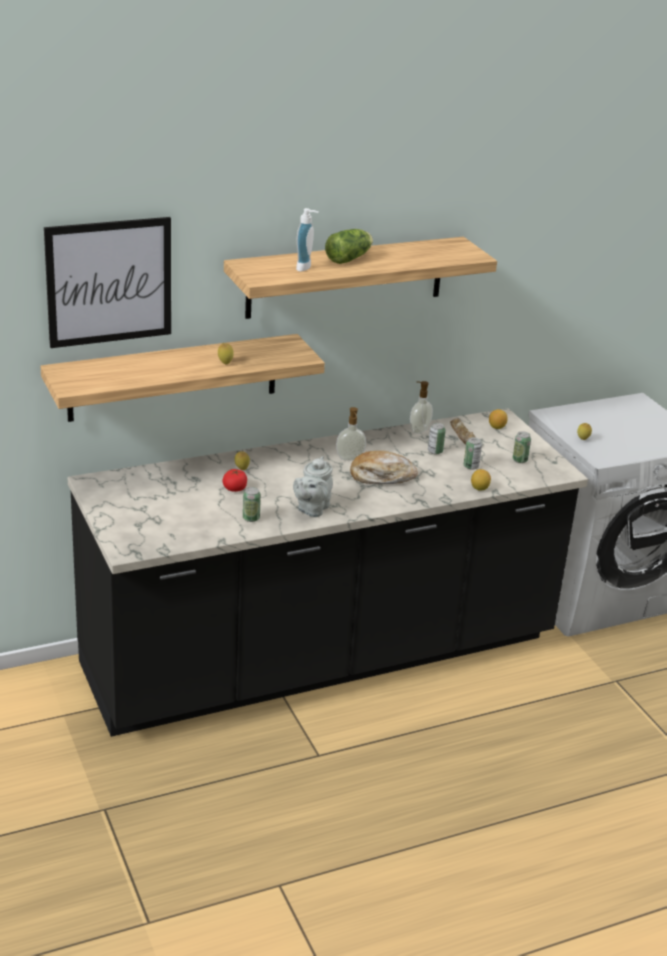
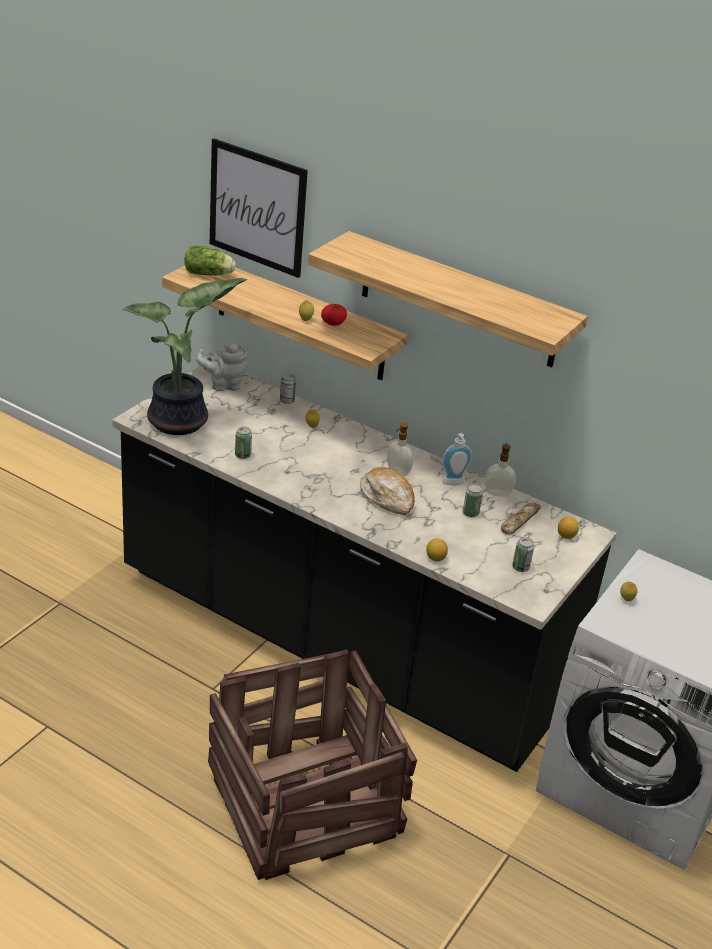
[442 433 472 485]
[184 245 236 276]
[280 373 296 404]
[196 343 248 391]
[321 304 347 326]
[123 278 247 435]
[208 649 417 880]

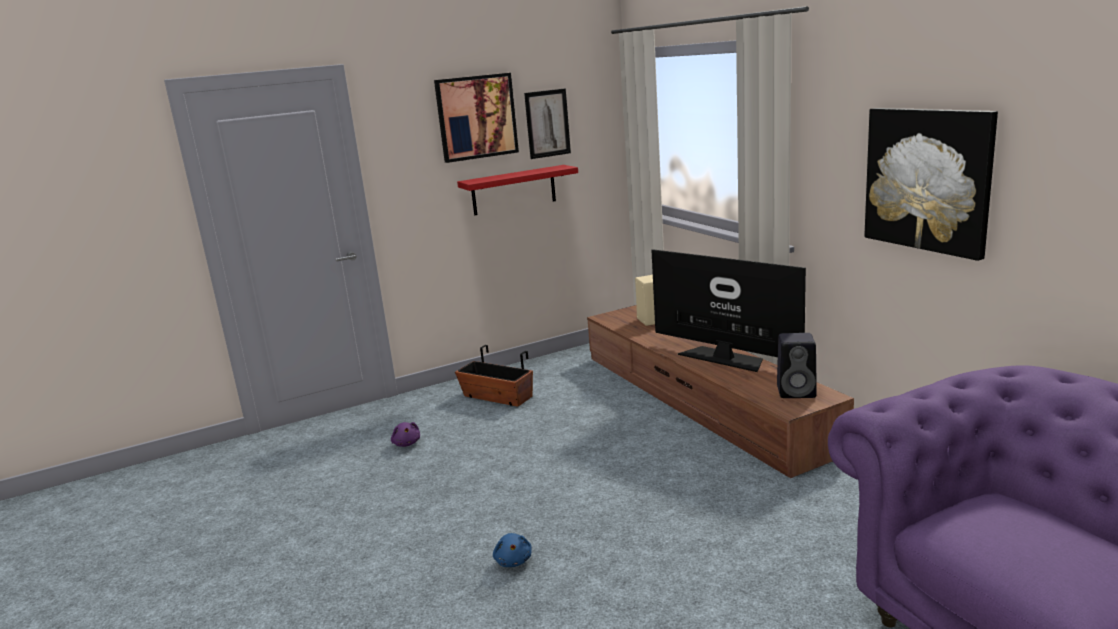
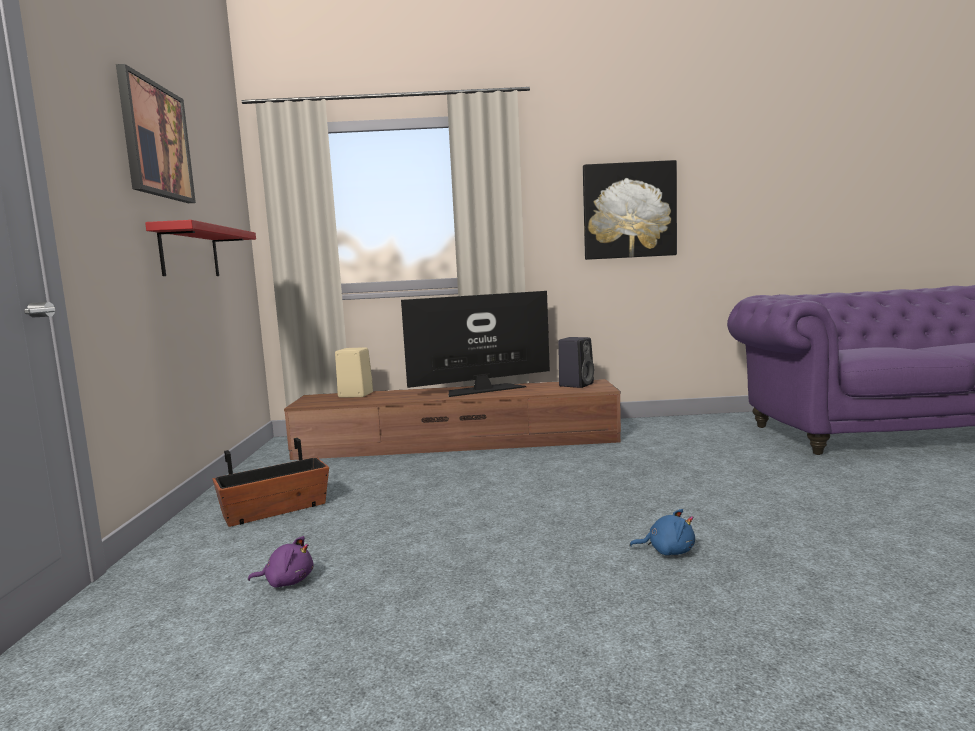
[524 88 571 159] (first image)

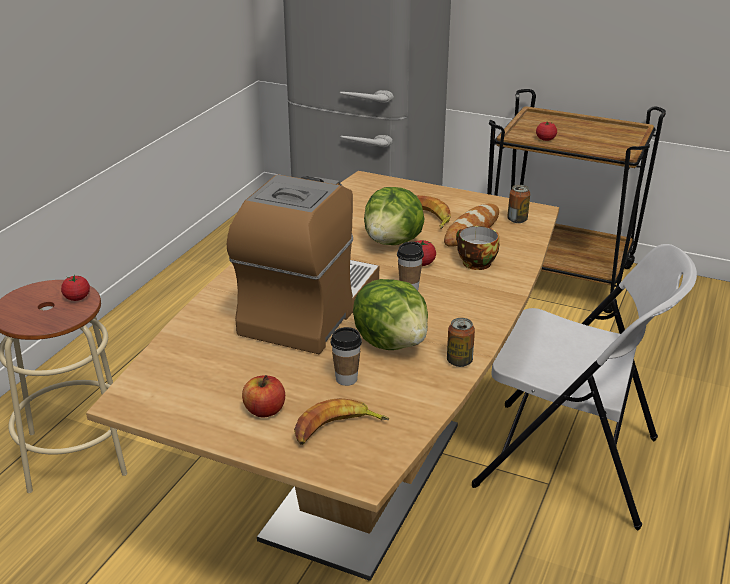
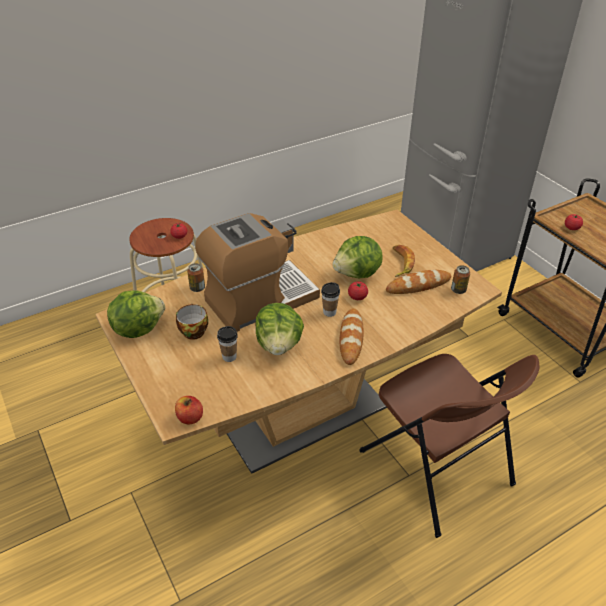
[176 304 208 340]
[359 354 540 538]
[187 263 205 292]
[175 396 203 424]
[294 398 389 445] (first image)
[107 290 165 338]
[340 308 363 365]

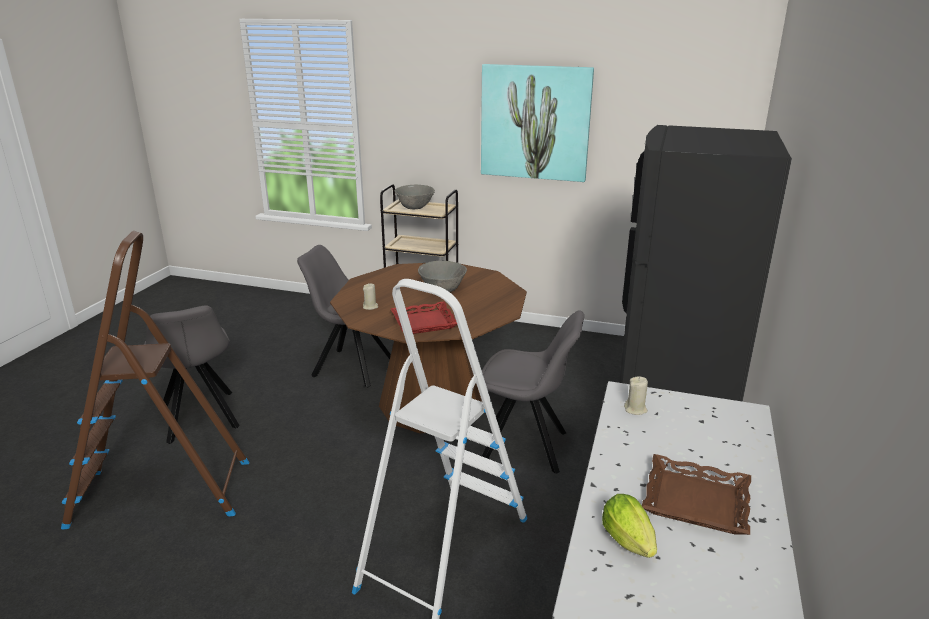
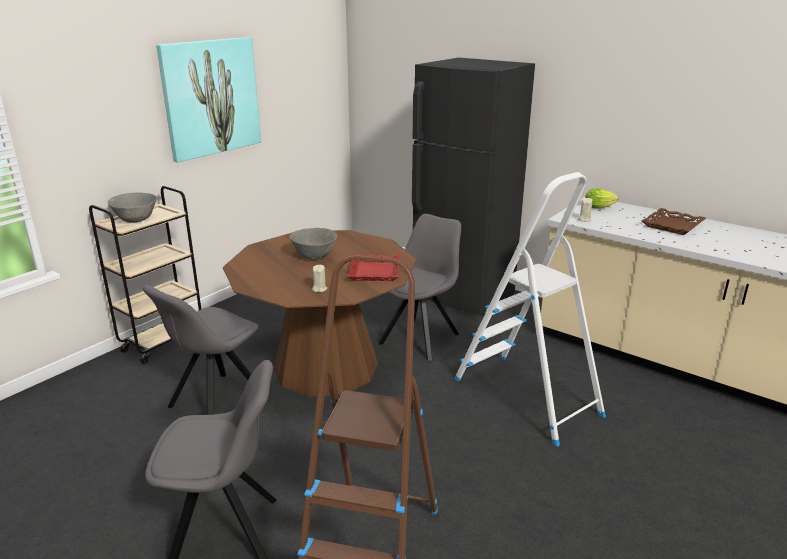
[585 188 618 208]

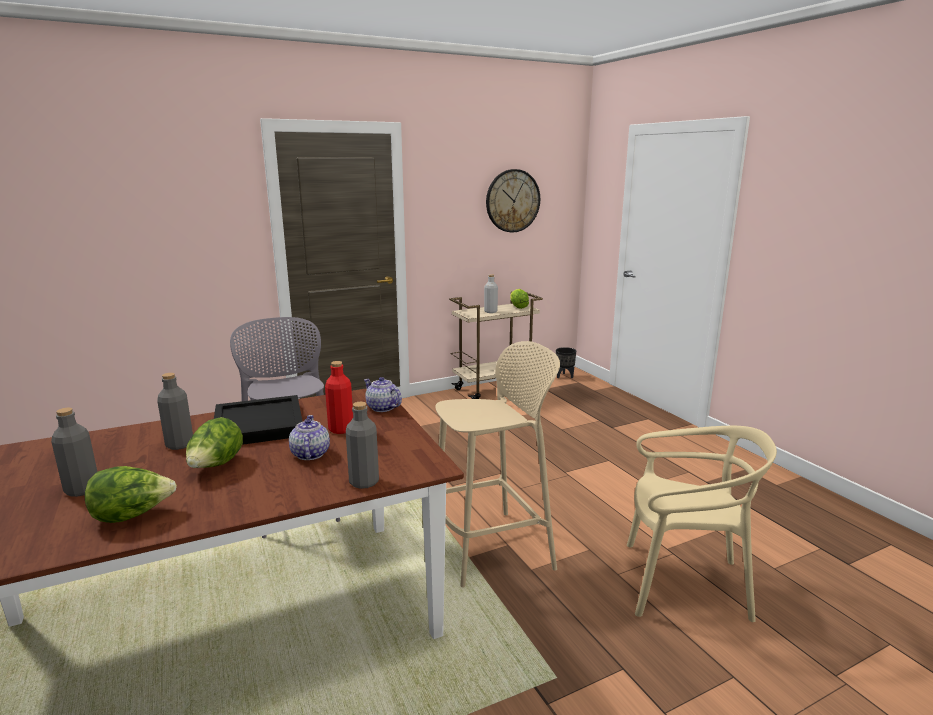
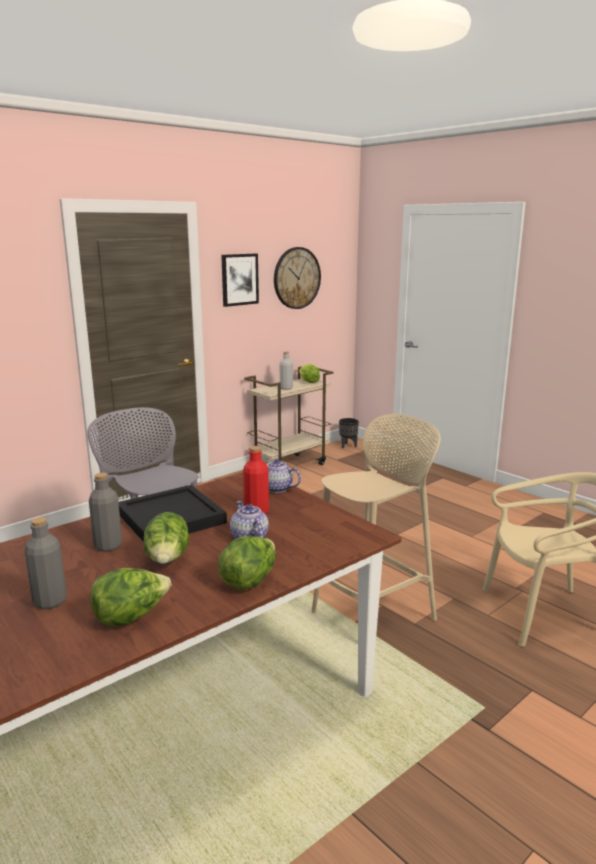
[346 402 379 489] (first image)
[221 254 259 307]
[218 536 276 590]

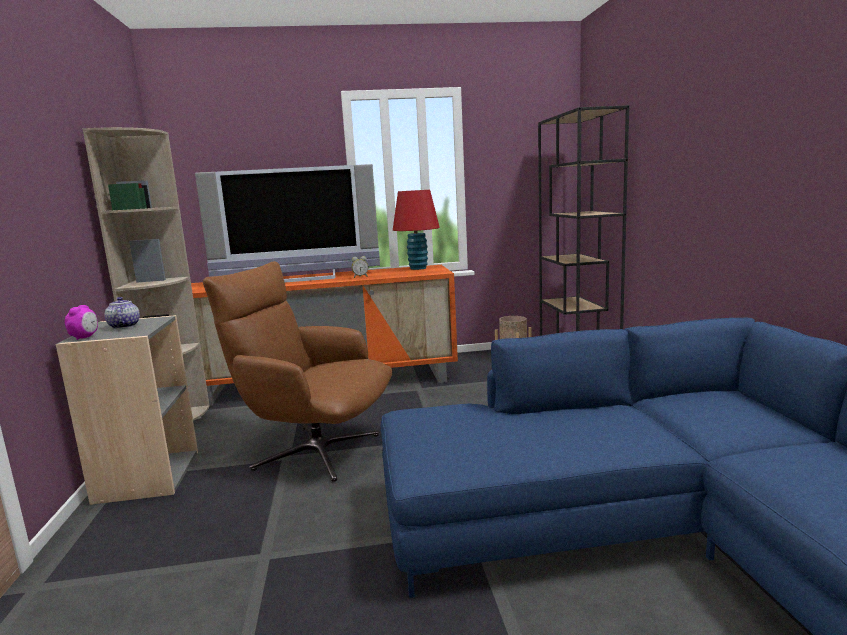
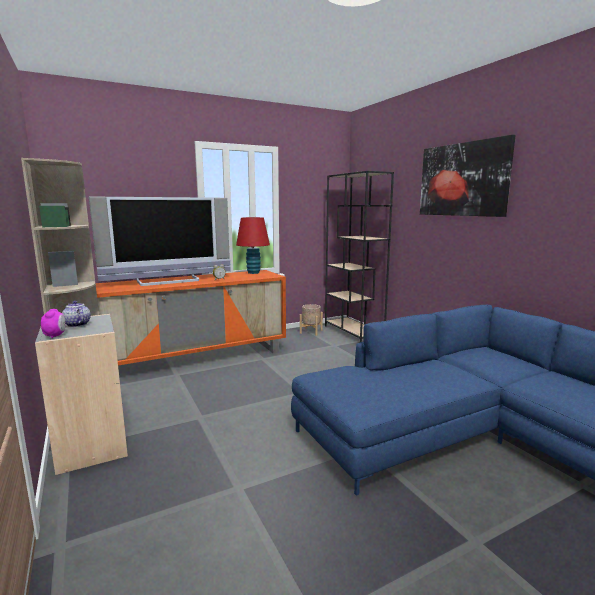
[203 261 392 482] (first image)
[420 135 516 217]

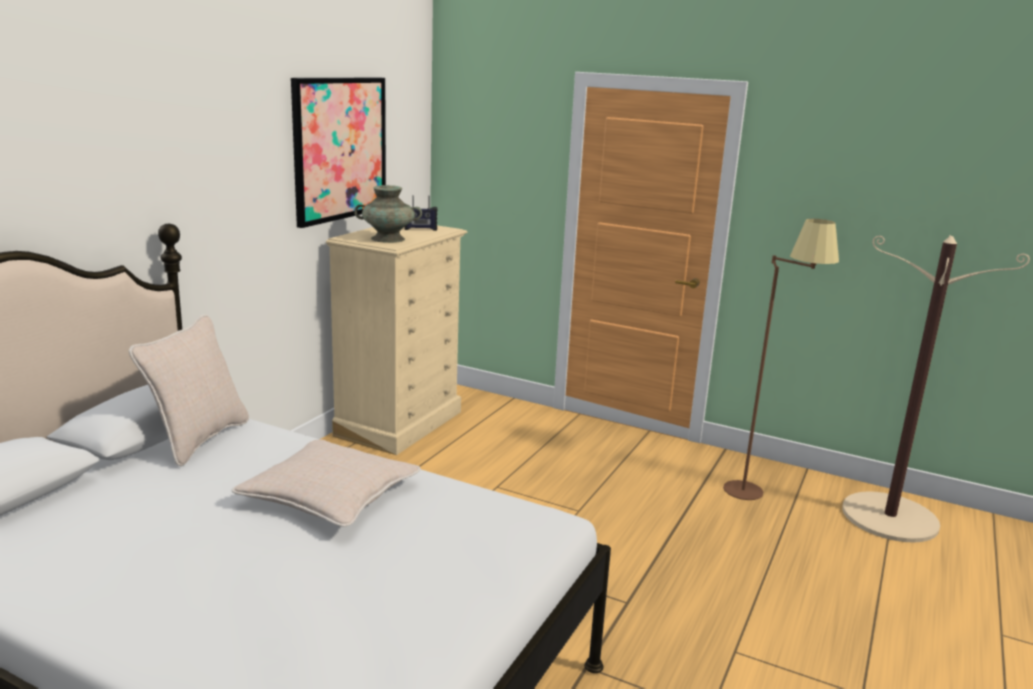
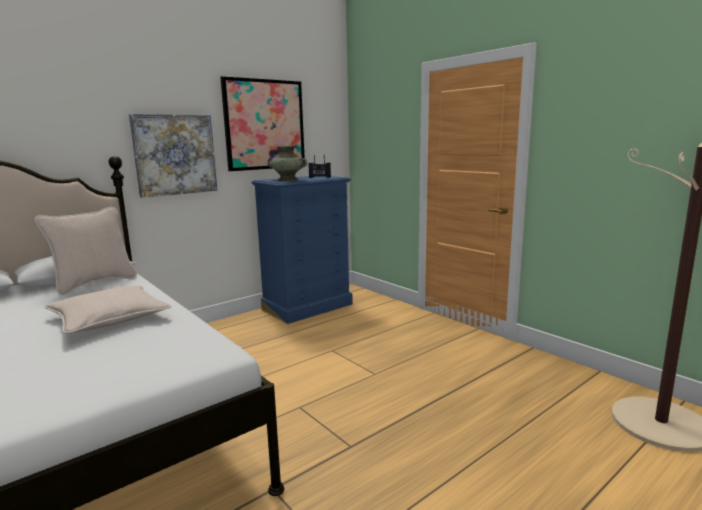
[723 219 839 500] (first image)
[251 176 353 324]
[129 114 217 198]

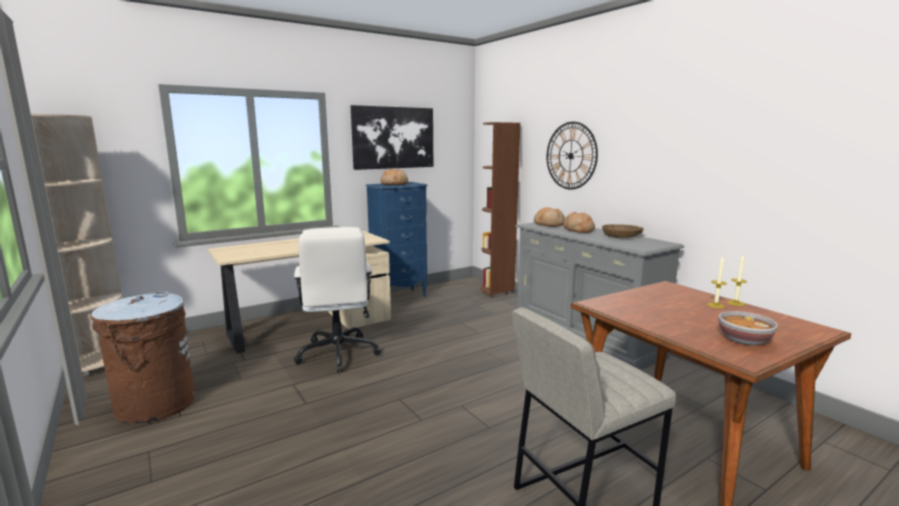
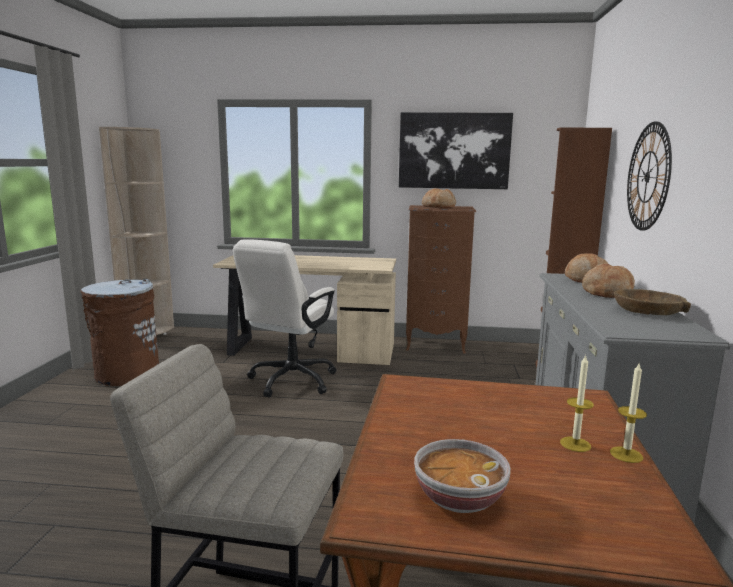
[406 205 476 353]

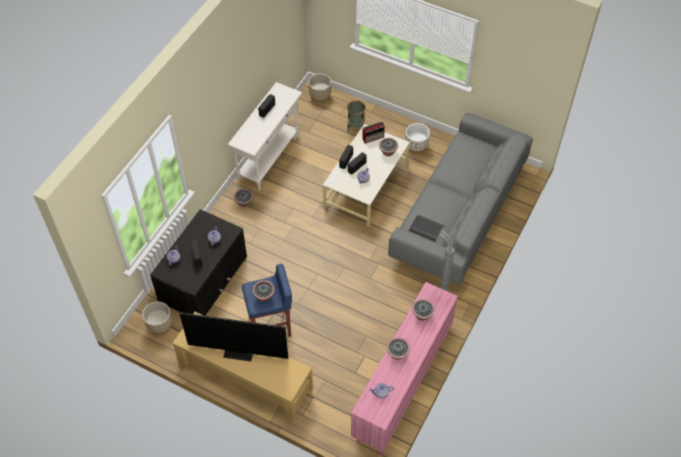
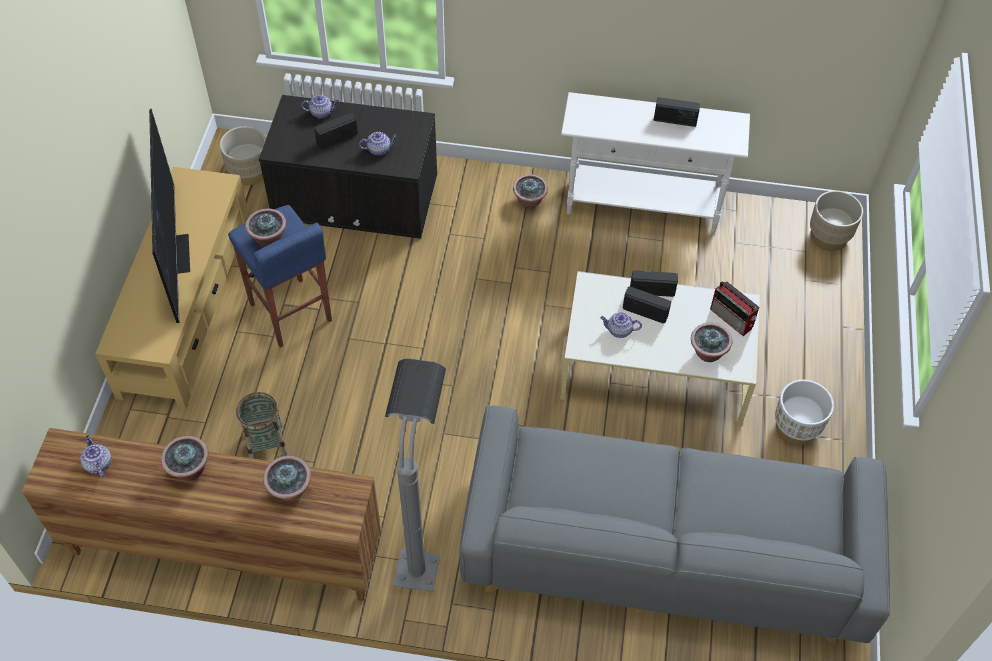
[236 392 288 459]
[22 428 381 601]

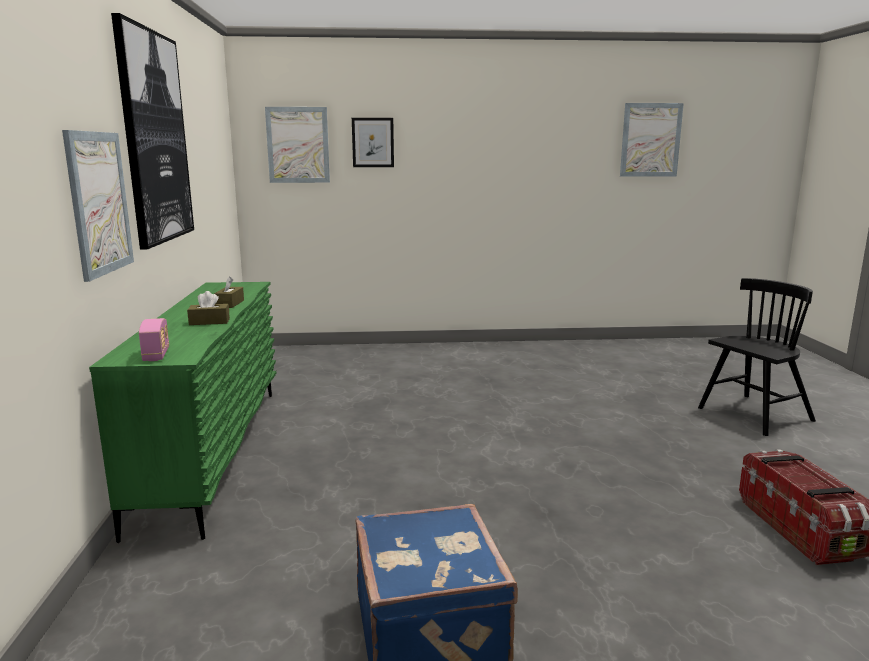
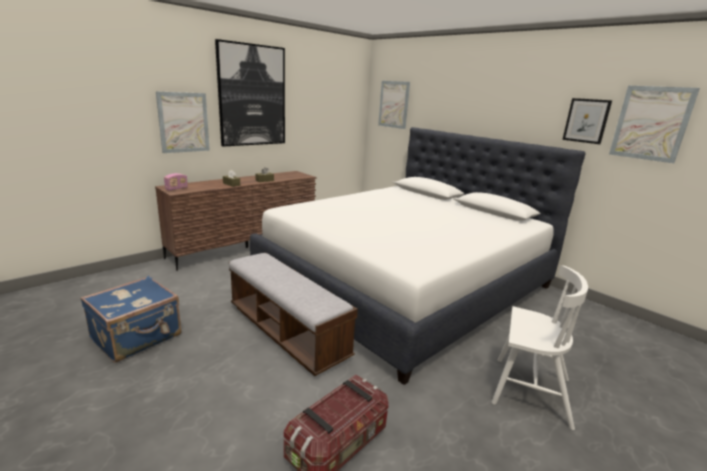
[562 98 612 144]
[492 265 588 430]
[155 171 316 271]
[250 127 586 385]
[229 253 358 376]

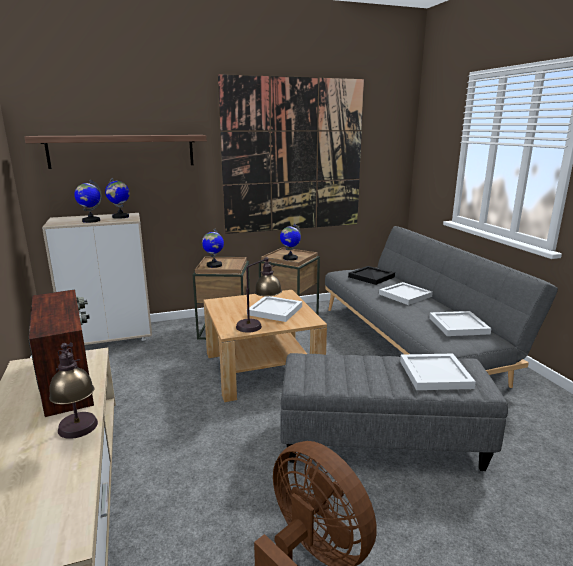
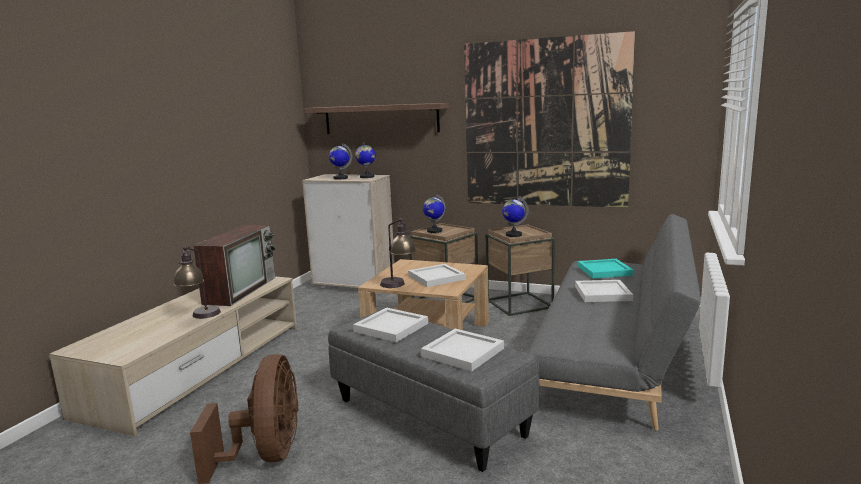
[578 259 634 279]
[353 307 428 342]

